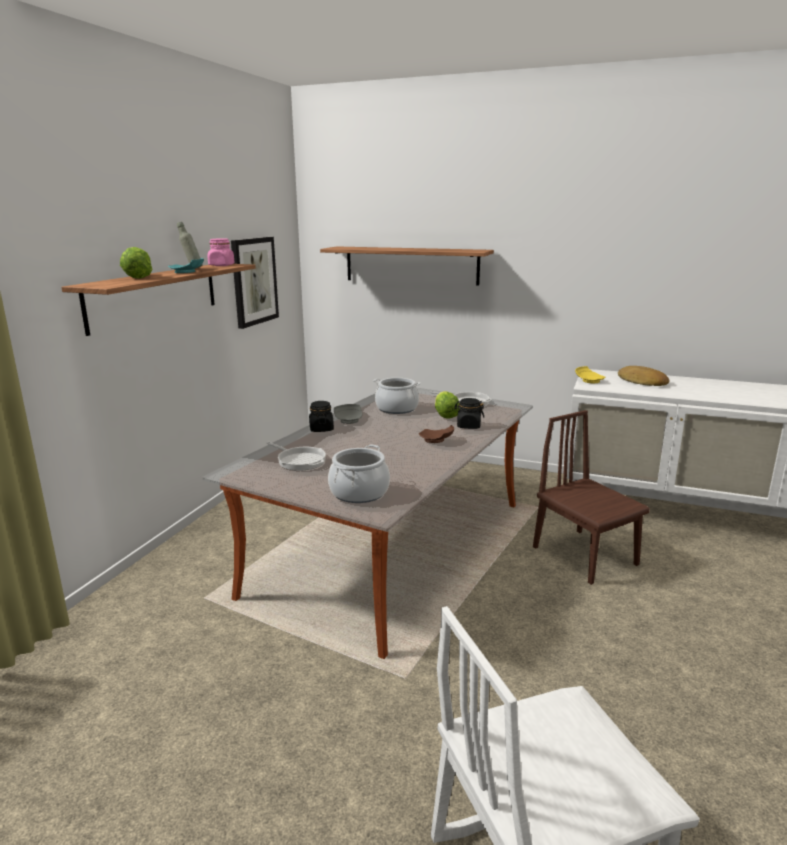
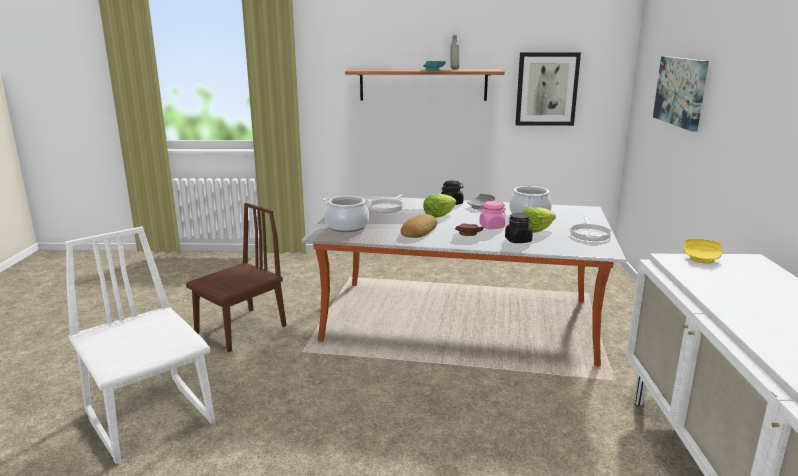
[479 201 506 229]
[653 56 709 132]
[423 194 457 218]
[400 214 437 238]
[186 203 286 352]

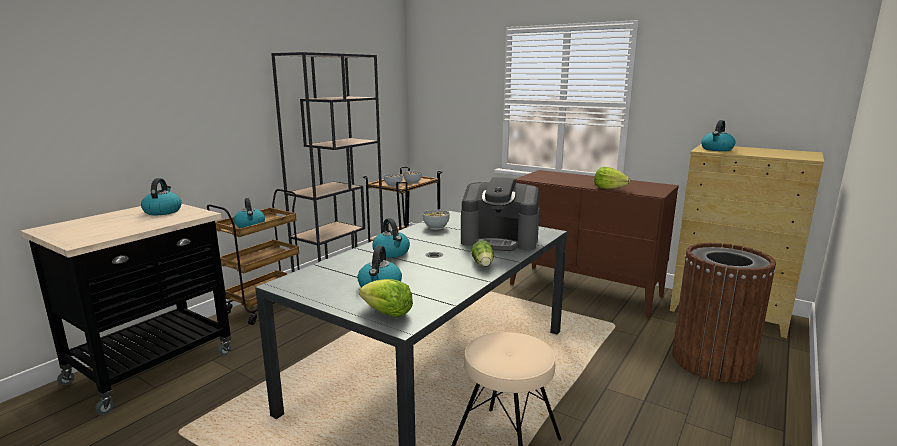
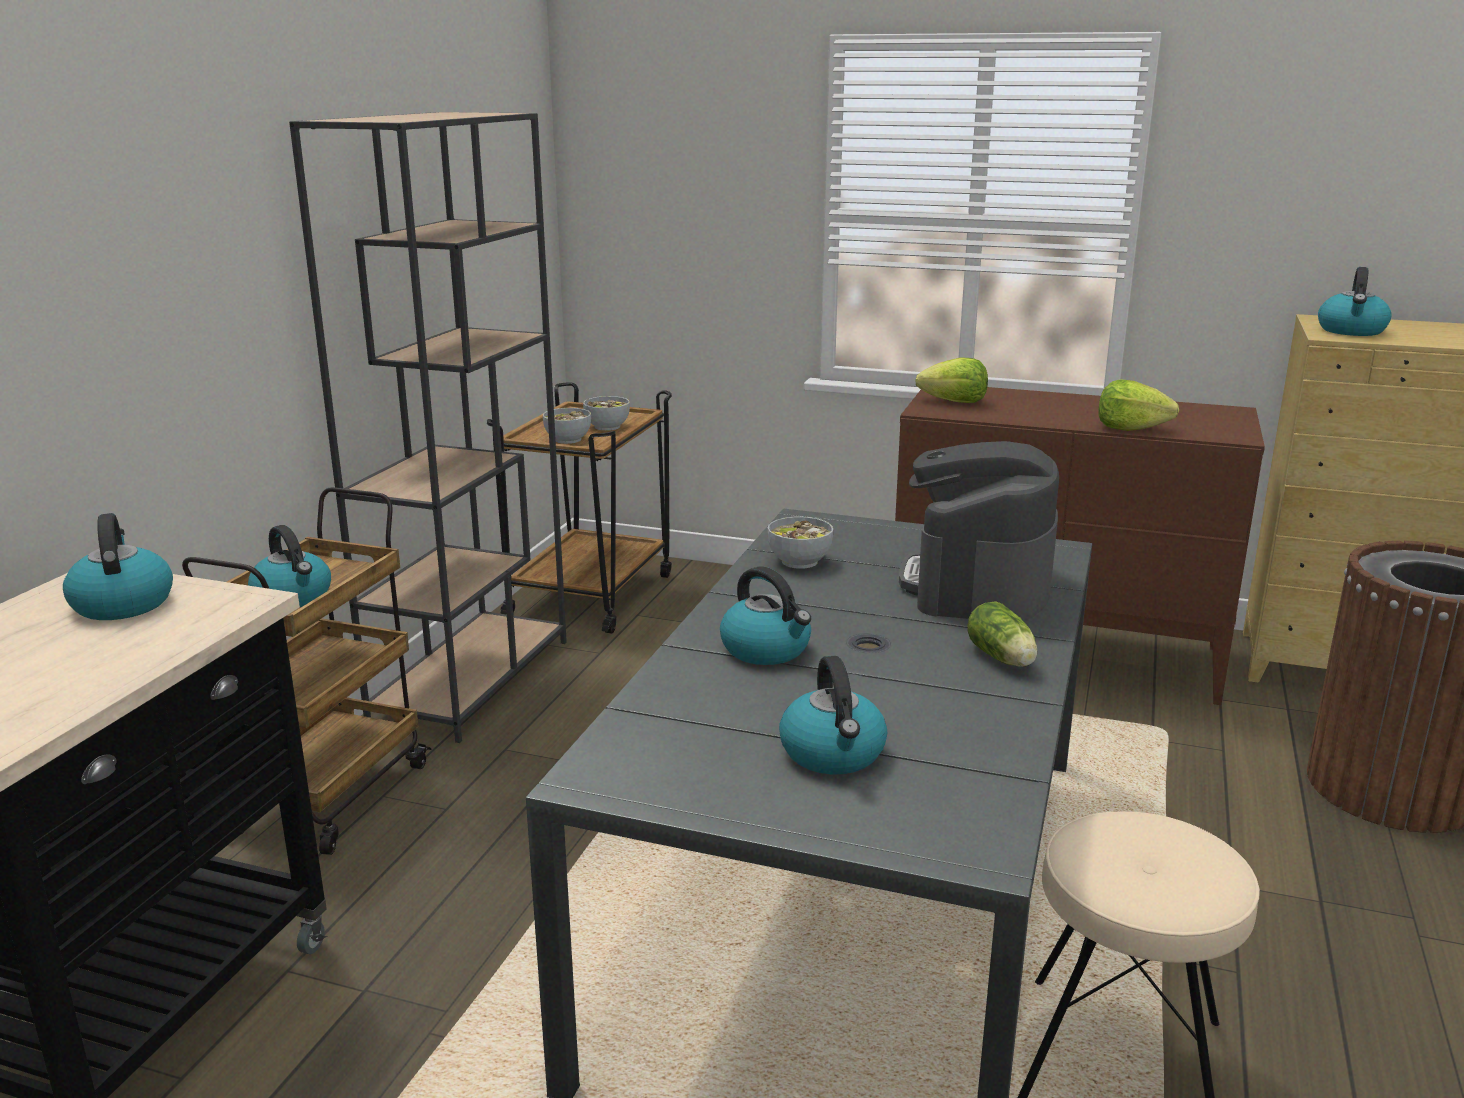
[899 441 1059 620]
[916 357 988 403]

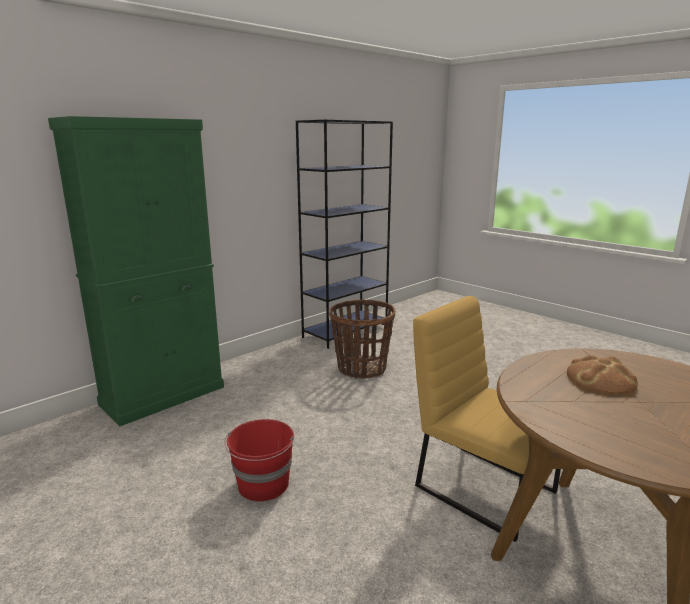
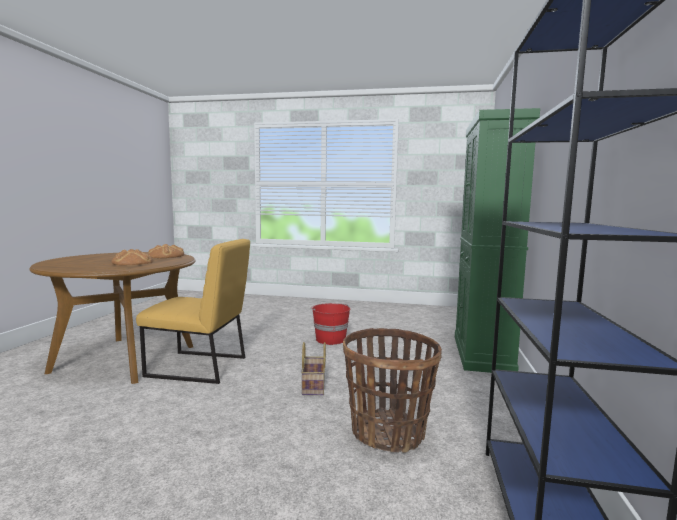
[148 244 184 258]
[301 342 326 395]

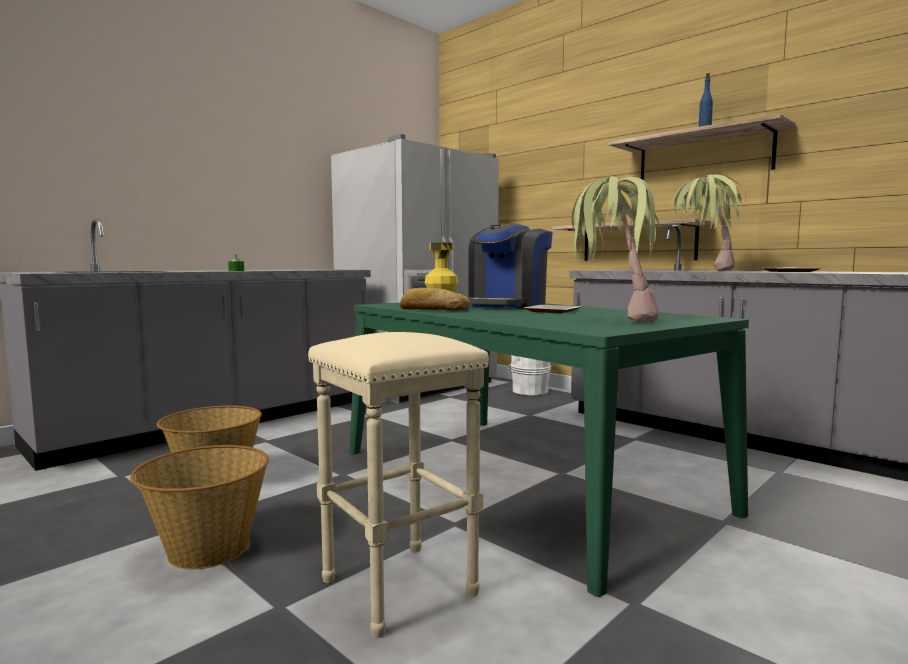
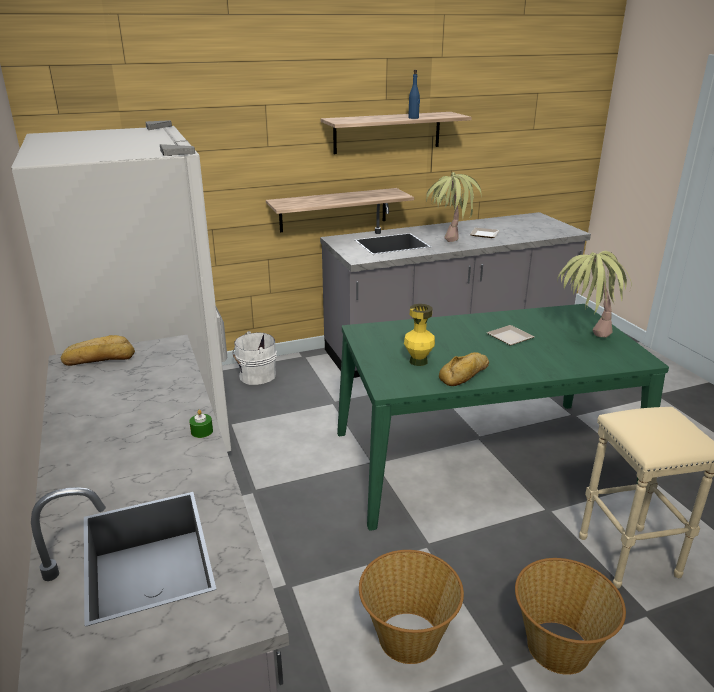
[468 224 553 308] (first image)
[61 335 135 366]

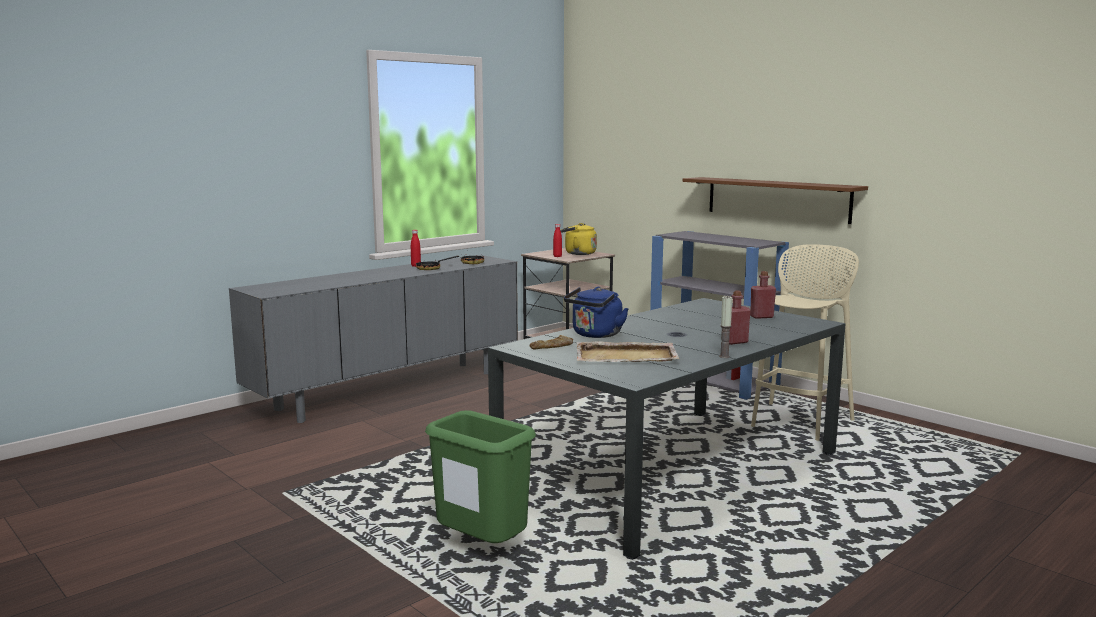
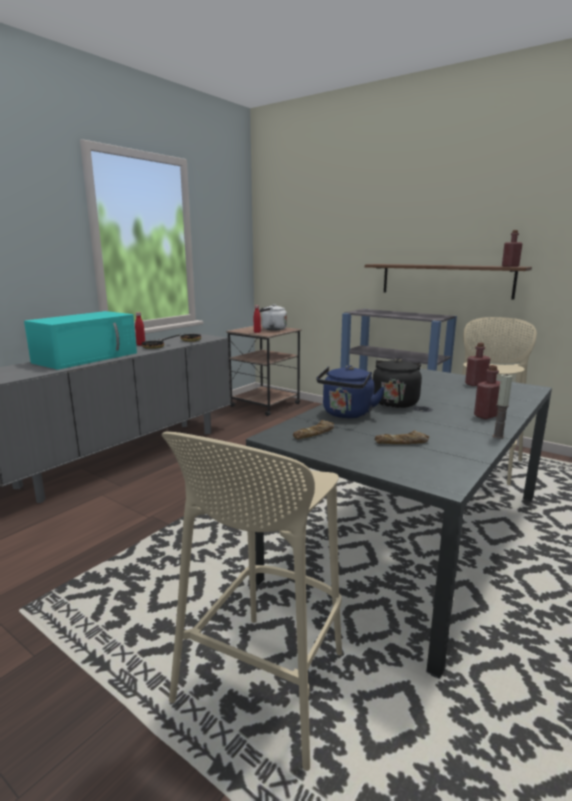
[259 304 287 331]
[375 430 429 444]
[162 432 342 771]
[502 230 523 267]
[24 311 137 370]
[373 358 422 408]

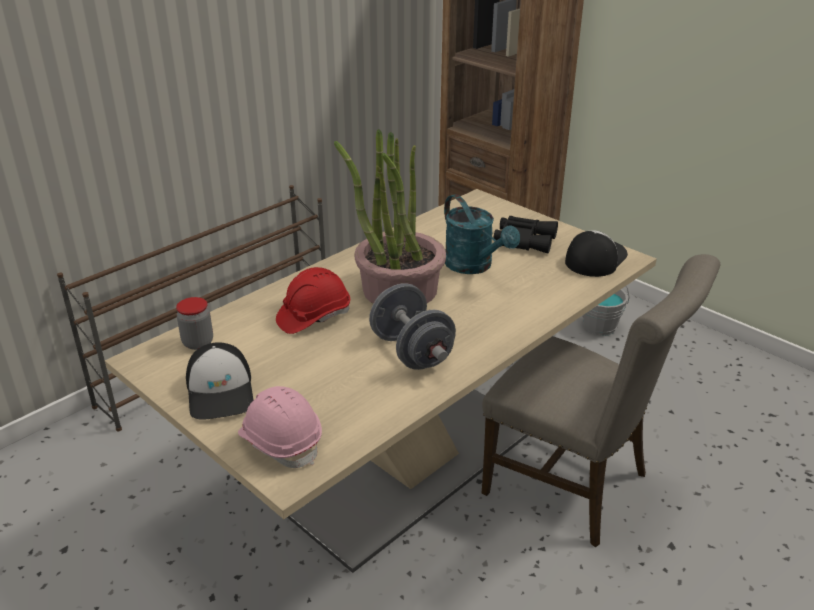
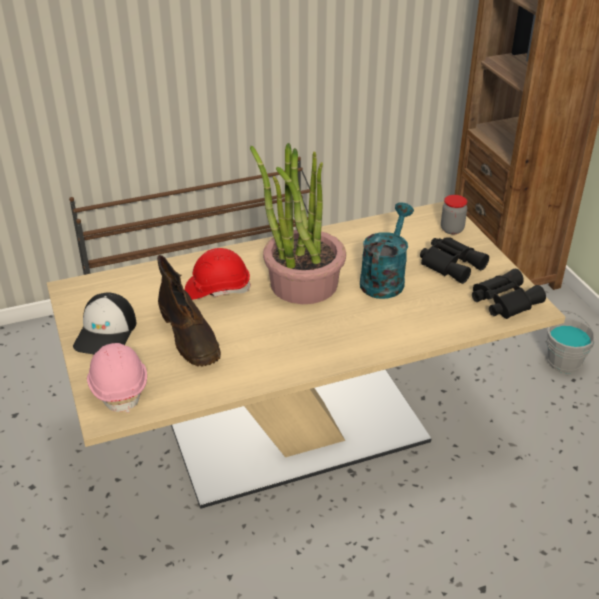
[360 202 414 299]
[472 269 546 319]
[482 254 720 547] (first image)
[369 283 456 370] (first image)
[441 195 467 235]
[157 255 221 367]

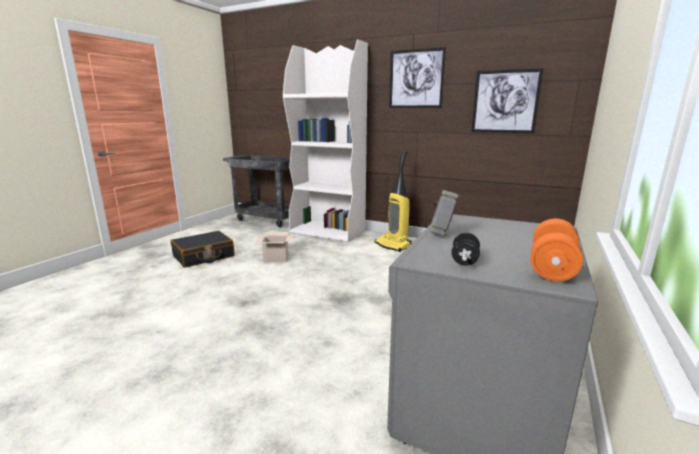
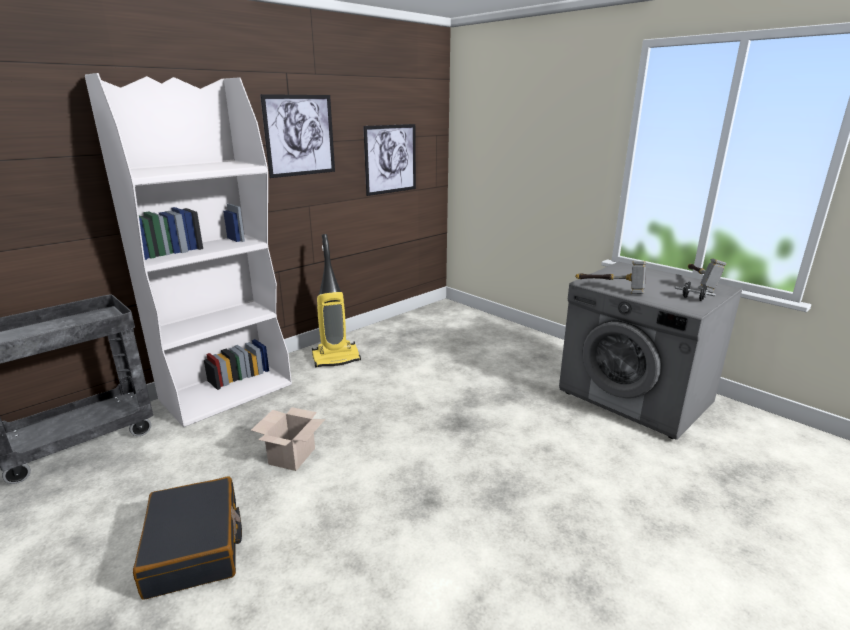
[688 258 727 293]

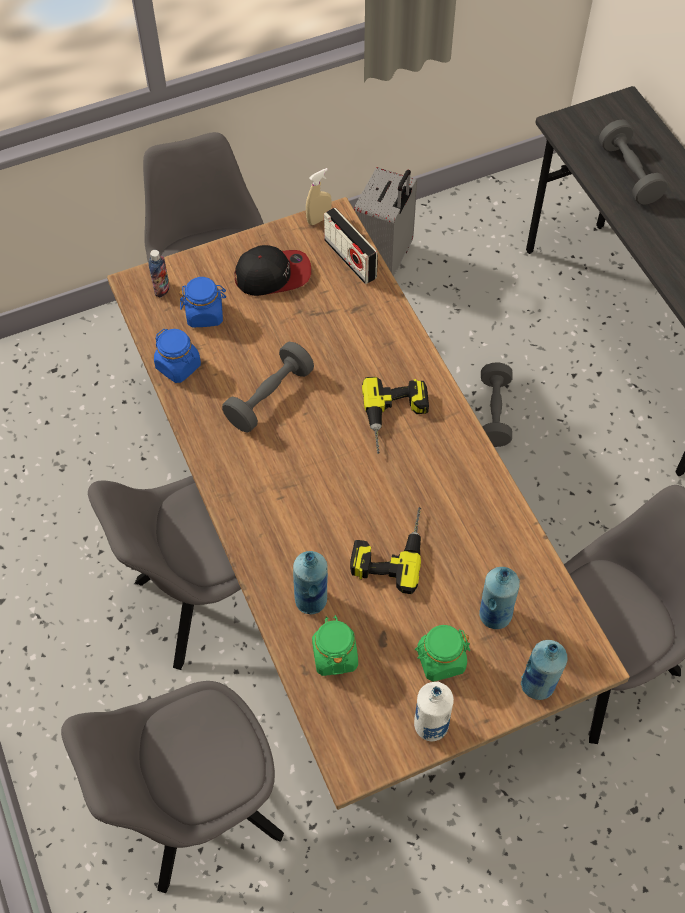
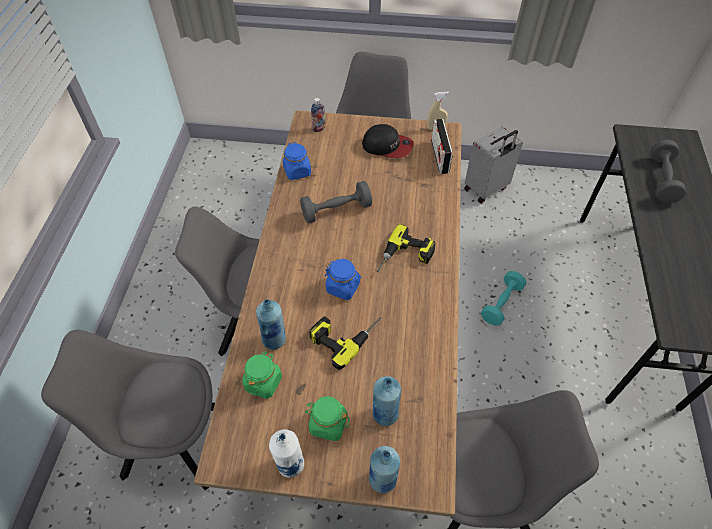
[325 259 361 300]
[481 271 526 326]

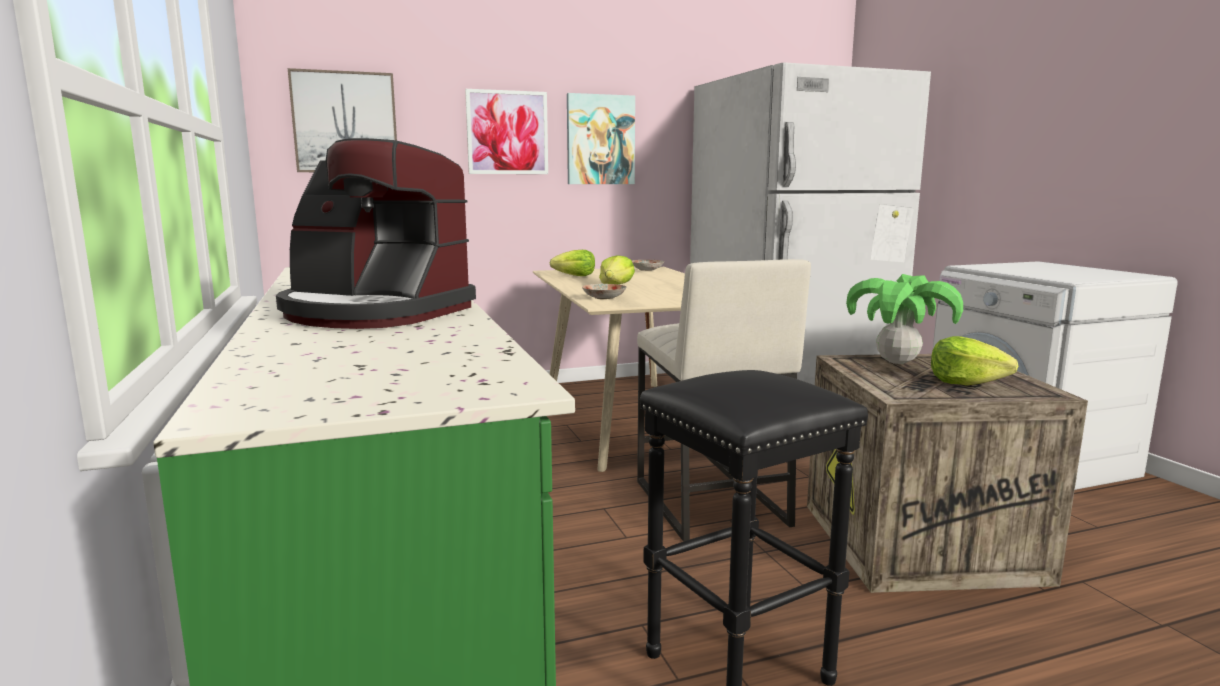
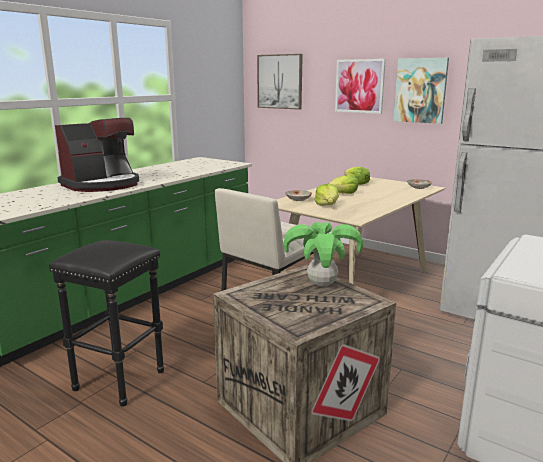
[55 118 139 192]
[314 184 339 206]

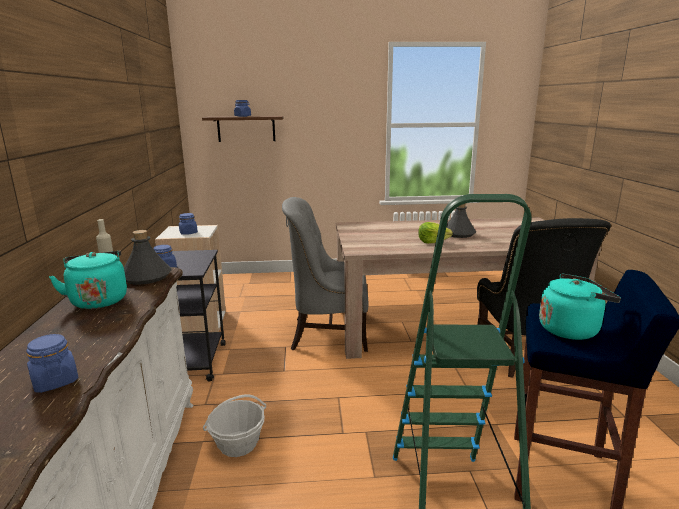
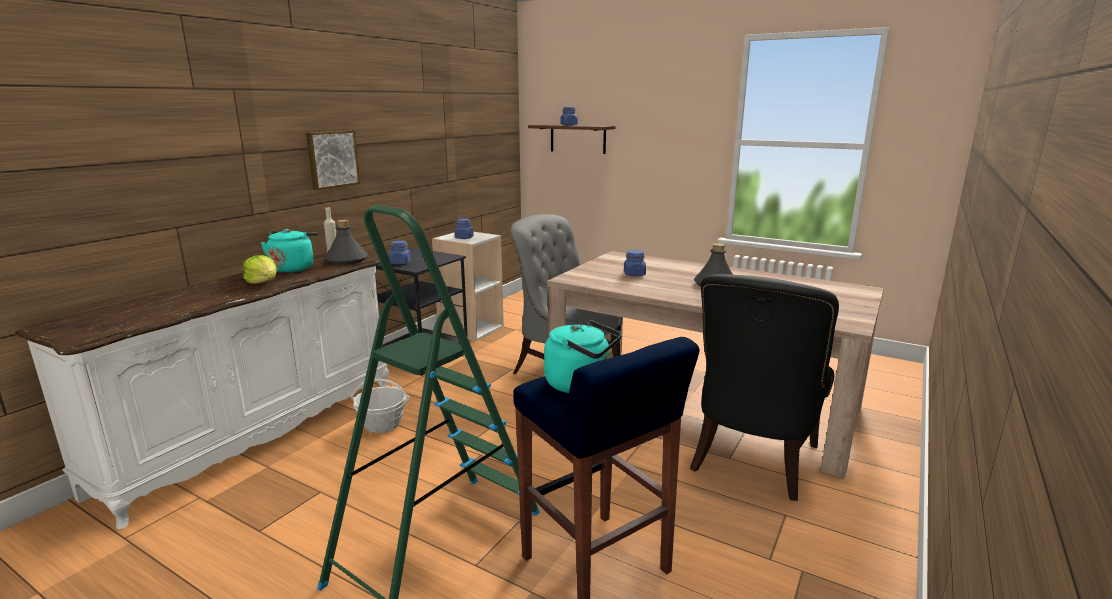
[243 255 277 284]
[624 250 646 276]
[306 130 360 190]

